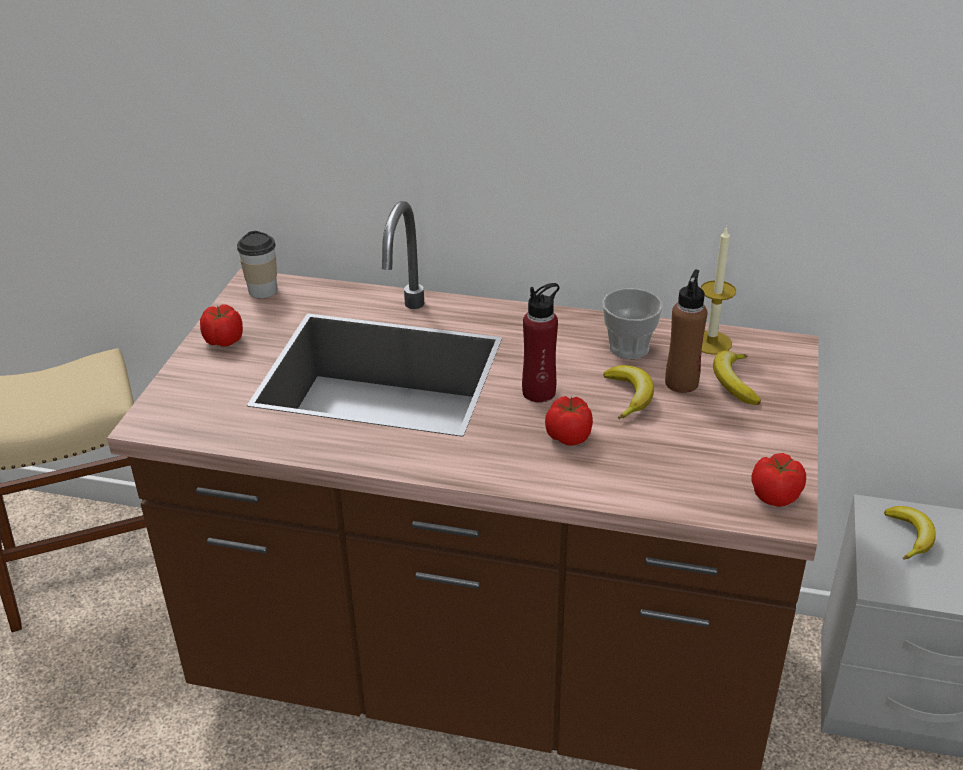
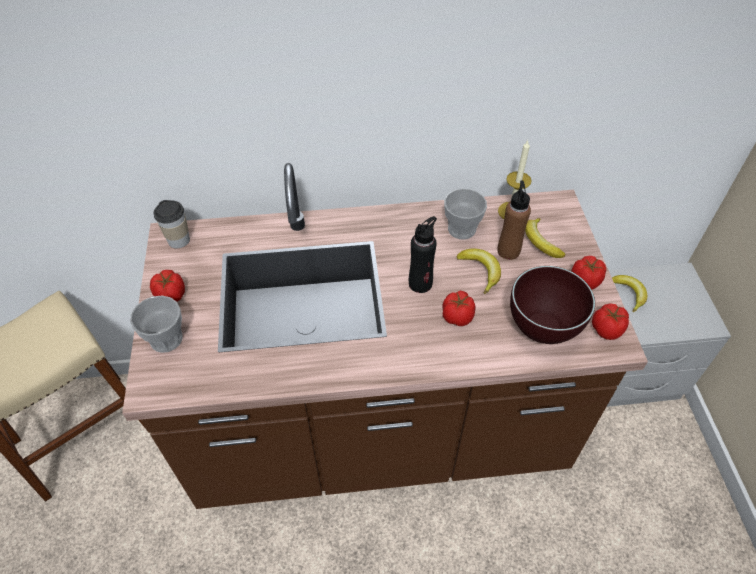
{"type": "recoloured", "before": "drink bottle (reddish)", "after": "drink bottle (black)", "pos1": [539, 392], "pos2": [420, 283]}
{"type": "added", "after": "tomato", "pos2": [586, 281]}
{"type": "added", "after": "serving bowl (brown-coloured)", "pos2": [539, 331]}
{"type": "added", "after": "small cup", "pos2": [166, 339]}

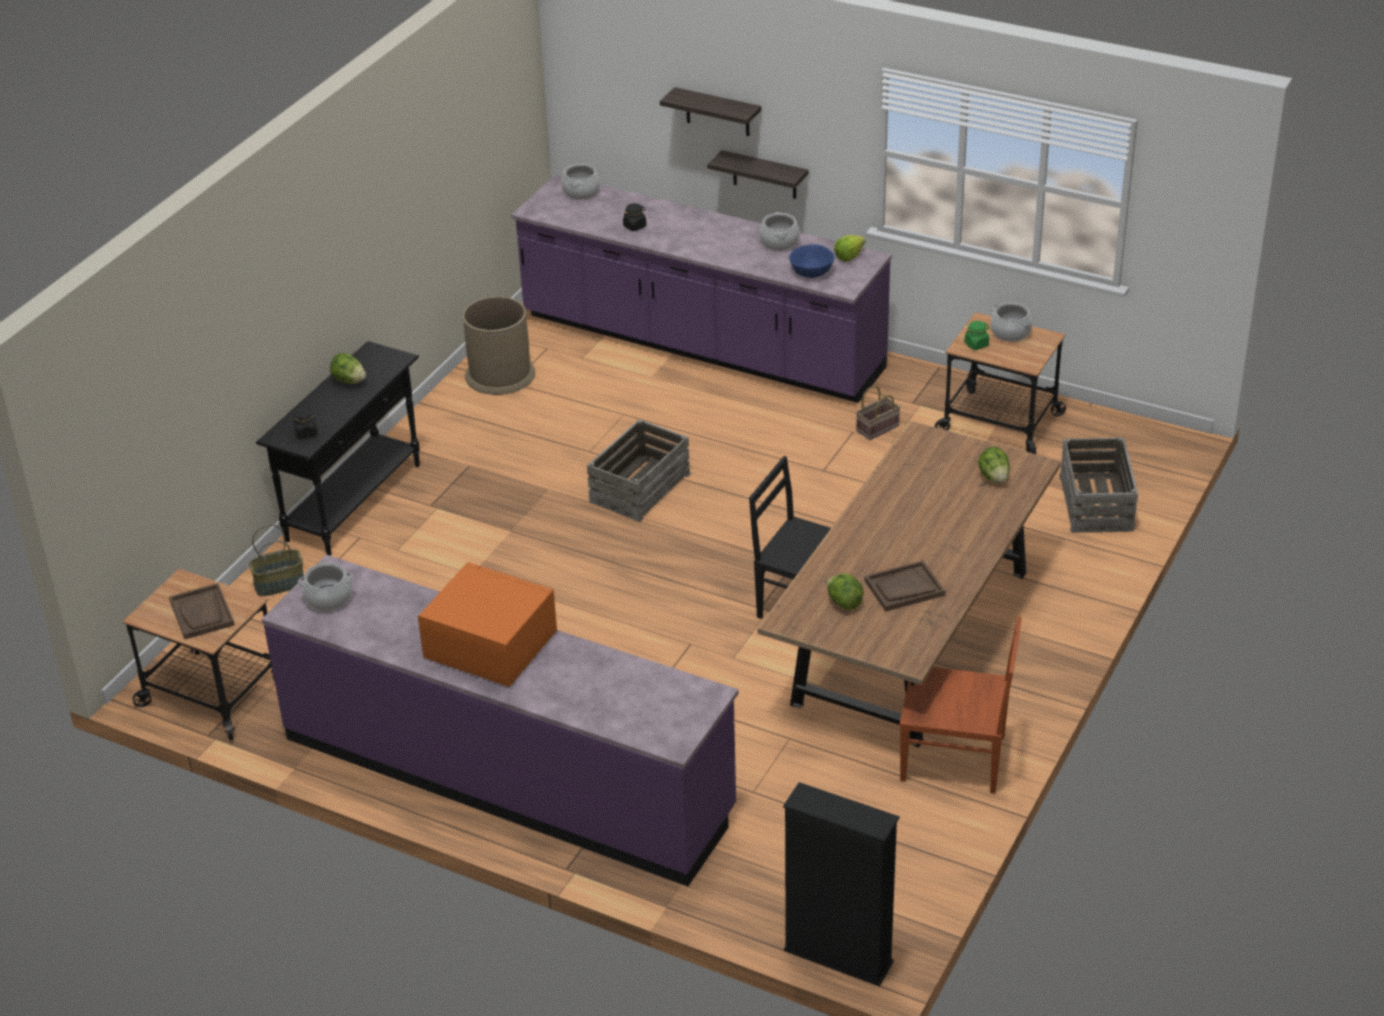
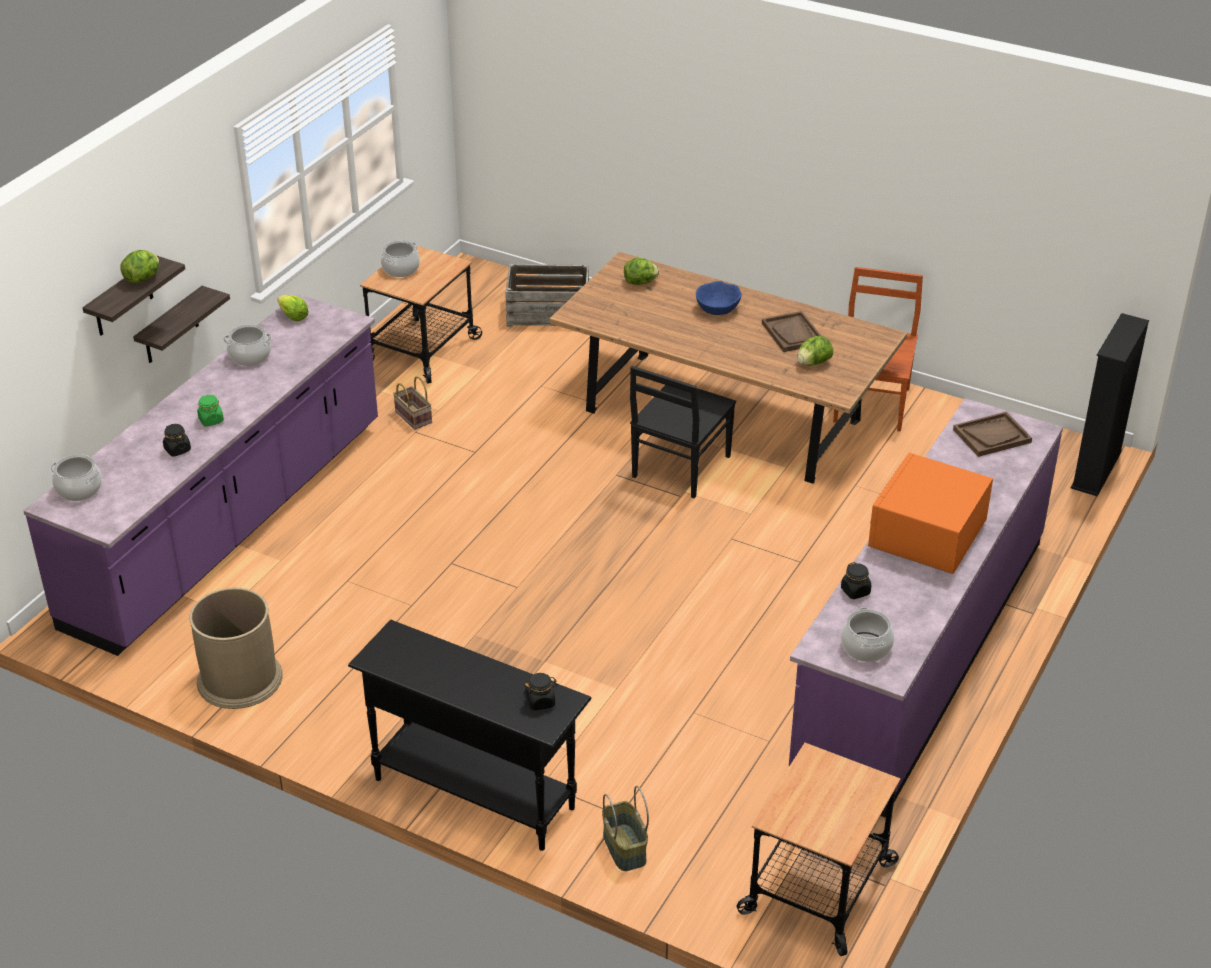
{"type": "moved", "before": "serving bowl (bluish)", "pos1": [811, 272], "pos2": [718, 309]}
{"type": "moved", "before": "storage jar (green)", "pos1": [976, 344], "pos2": [211, 420]}
{"type": "moved", "before": "lettuce head", "pos1": [349, 381], "pos2": [143, 278]}
{"type": "removed", "before": "crate", "pos1": [639, 487]}
{"type": "moved", "before": "carrying tray (brown-coloured)", "pos1": [202, 613], "pos2": [992, 436]}
{"type": "added", "after": "storage jar (black)", "pos2": [855, 591]}

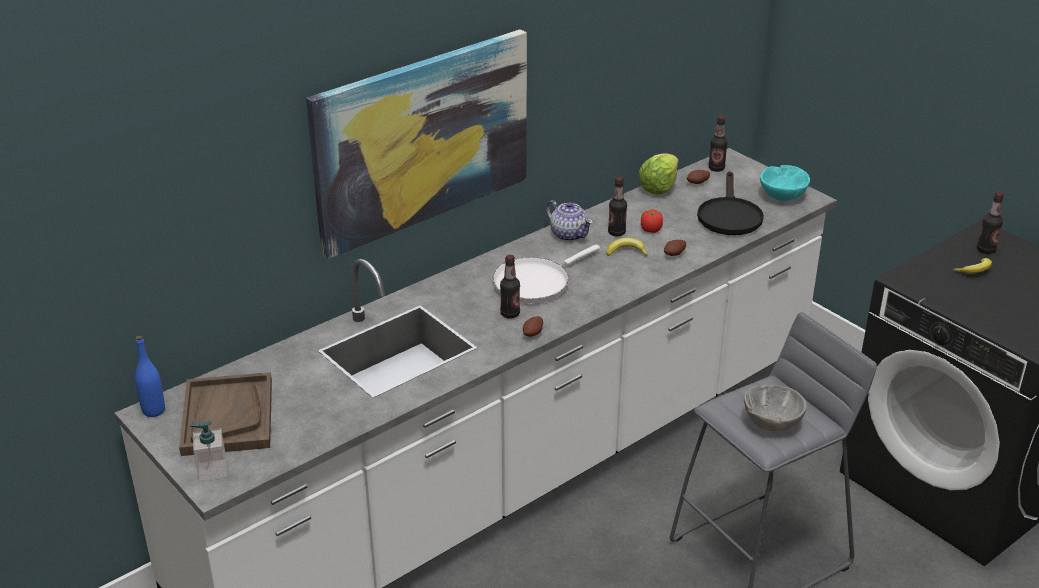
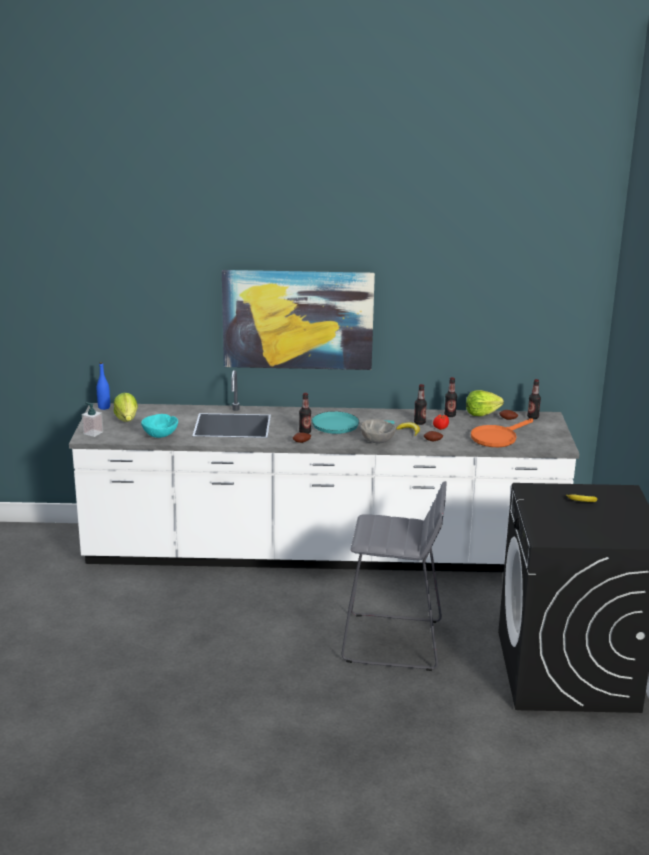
{"type": "moved", "before": "serving bowl (turquoise)", "pos1": [782, 196], "pos2": [160, 435]}
{"type": "recoloured", "before": "skillet (black)", "after": "skillet (orangey)", "pos1": [729, 215], "pos2": [497, 437]}
{"type": "moved", "before": "drink bottle", "pos1": [986, 250], "pos2": [450, 415]}
{"type": "removed", "before": "teapot", "pos1": [569, 234]}
{"type": "recoloured", "before": "skillet (white)", "after": "skillet (turquoise)", "pos1": [535, 282], "pos2": [339, 426]}
{"type": "replaced", "before": "carrying tray (brown-coloured)", "after": "lettuce head", "pos1": [227, 416], "pos2": [127, 419]}
{"type": "moved", "before": "serving bowl (grey)", "pos1": [771, 423], "pos2": [376, 441]}

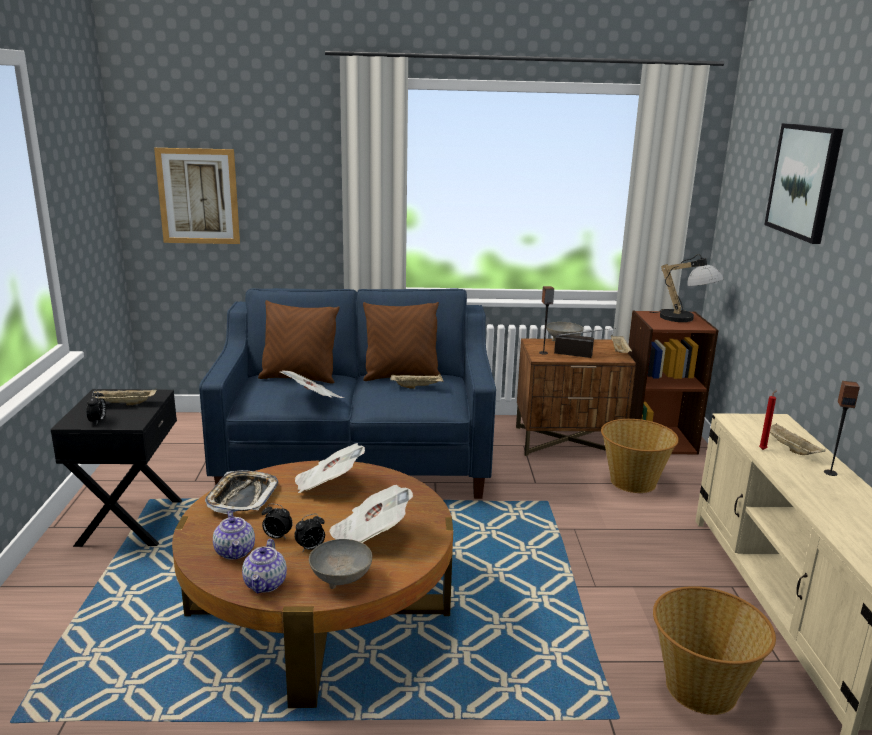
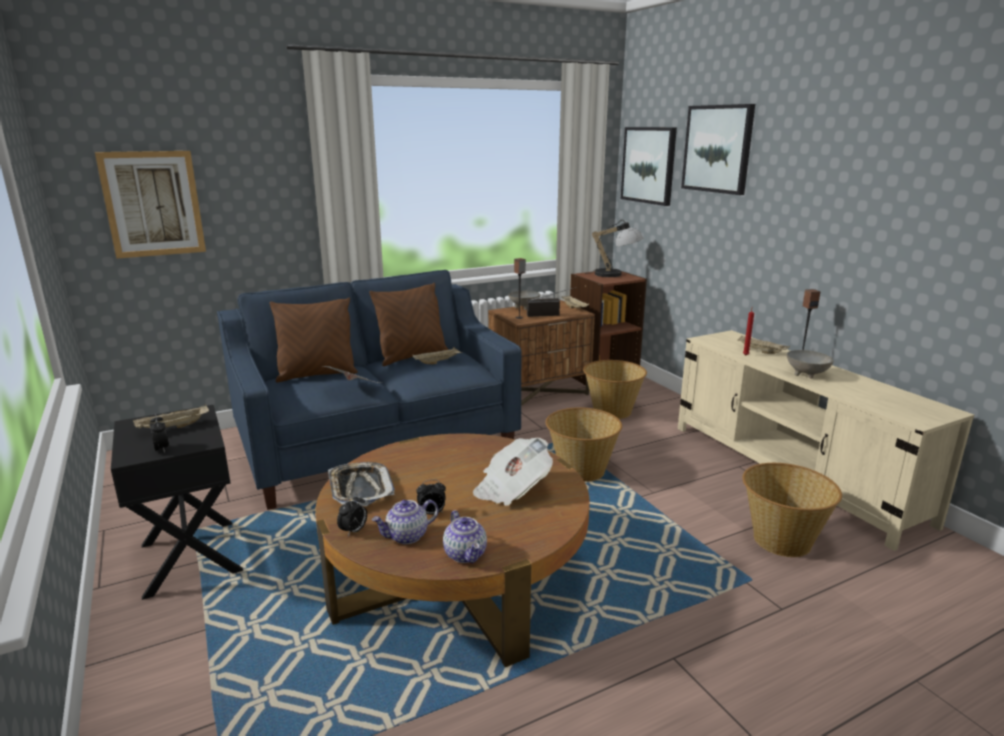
{"type": "removed", "before": "newspaper", "pos1": [328, 485]}
{"type": "turned", "before": "teapot", "pos1": [235, 552], "pos2": [407, 536], "turn": 105}
{"type": "moved", "before": "bedside clock", "pos1": [310, 548], "pos2": [354, 531]}
{"type": "moved", "before": "serving bowl (grey)", "pos1": [341, 580], "pos2": [807, 374]}
{"type": "added", "after": "wall art", "pos2": [649, 165]}
{"type": "added", "after": "household basket", "pos2": [581, 470]}

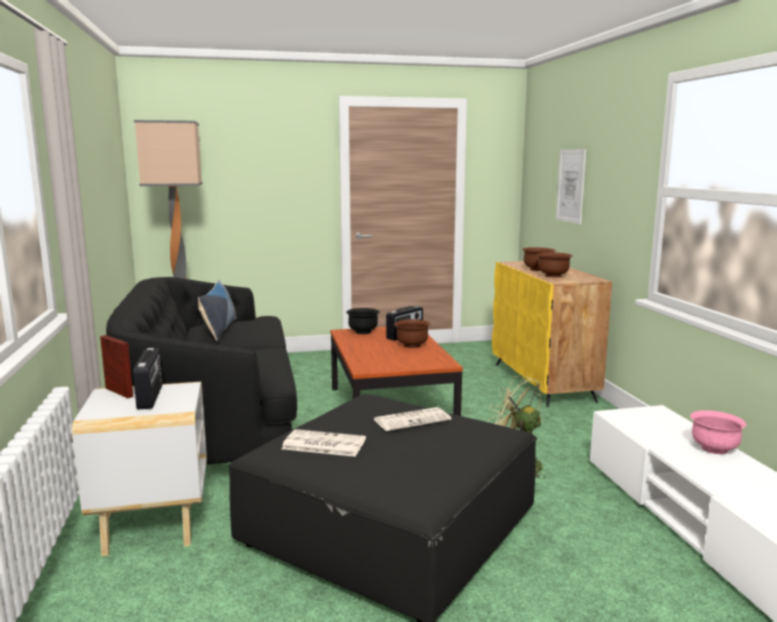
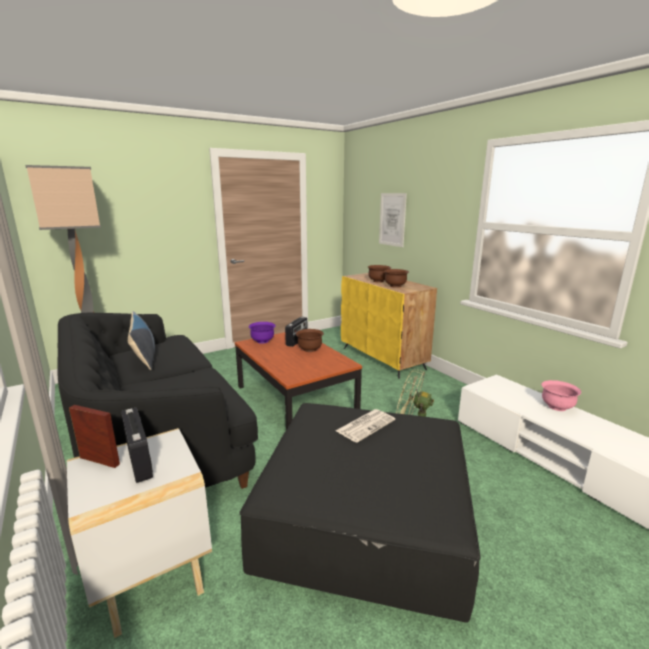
{"type": "recoloured", "before": "serving bowl (black)", "after": "serving bowl (purplish)", "pos1": [363, 332], "pos2": [262, 341]}
{"type": "removed", "before": "newspaper", "pos1": [322, 444]}

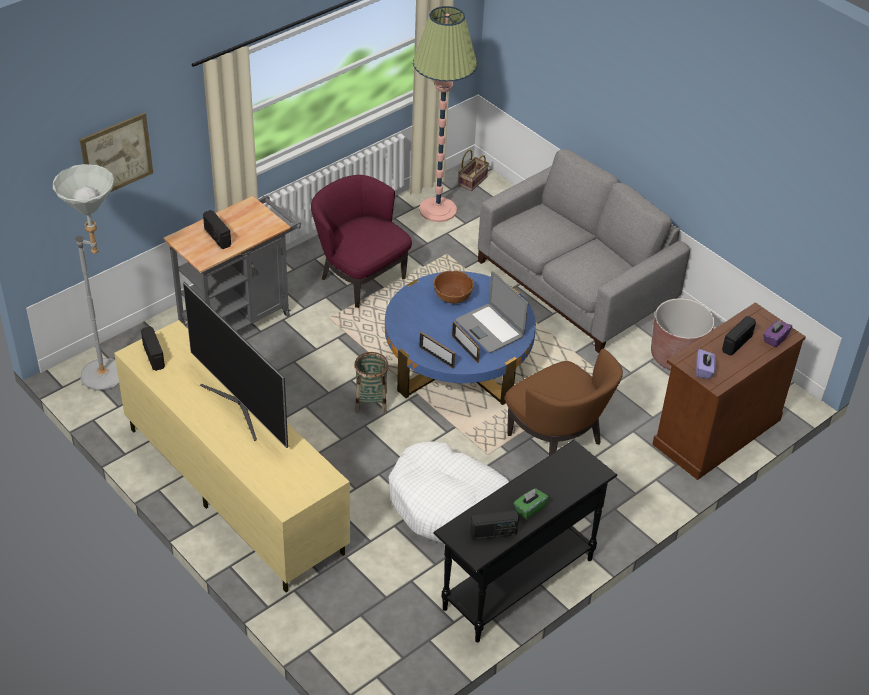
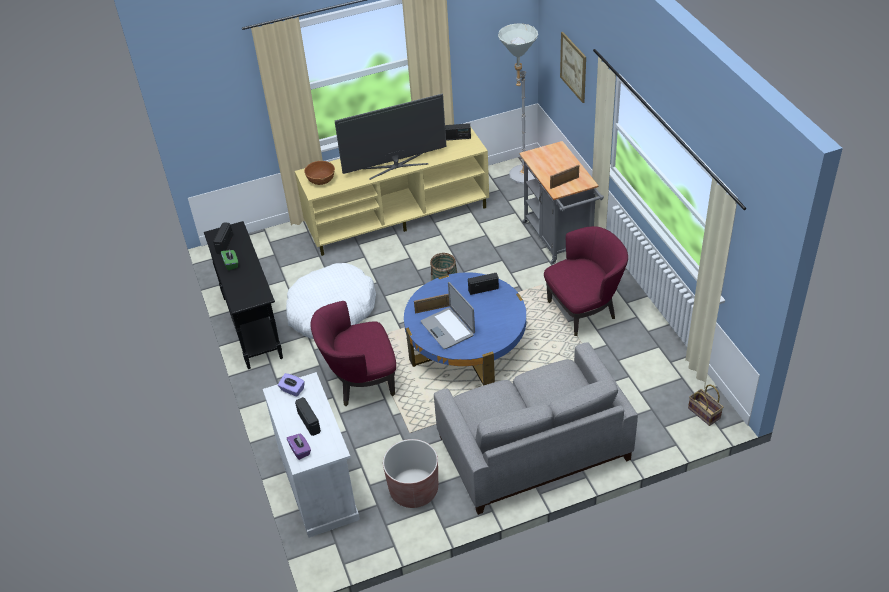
{"type": "removed", "before": "standard lamp", "pos1": [437, 210]}
{"type": "moved", "before": "radio", "pos1": [217, 237], "pos2": [483, 289]}
{"type": "moved", "before": "serving bowl (brown-coloured)", "pos1": [452, 297], "pos2": [321, 180]}
{"type": "turned", "before": "laptop", "pos1": [490, 328], "pos2": [448, 328], "turn": -105}
{"type": "recoloured", "before": "cupboard (brown-coloured)", "after": "cupboard (white)", "pos1": [716, 431], "pos2": [319, 485]}
{"type": "moved", "before": "standing frame", "pos1": [436, 357], "pos2": [564, 183]}
{"type": "recoloured", "before": "lounge chair (brown-coloured)", "after": "lounge chair (purplish)", "pos1": [557, 440], "pos2": [360, 382]}

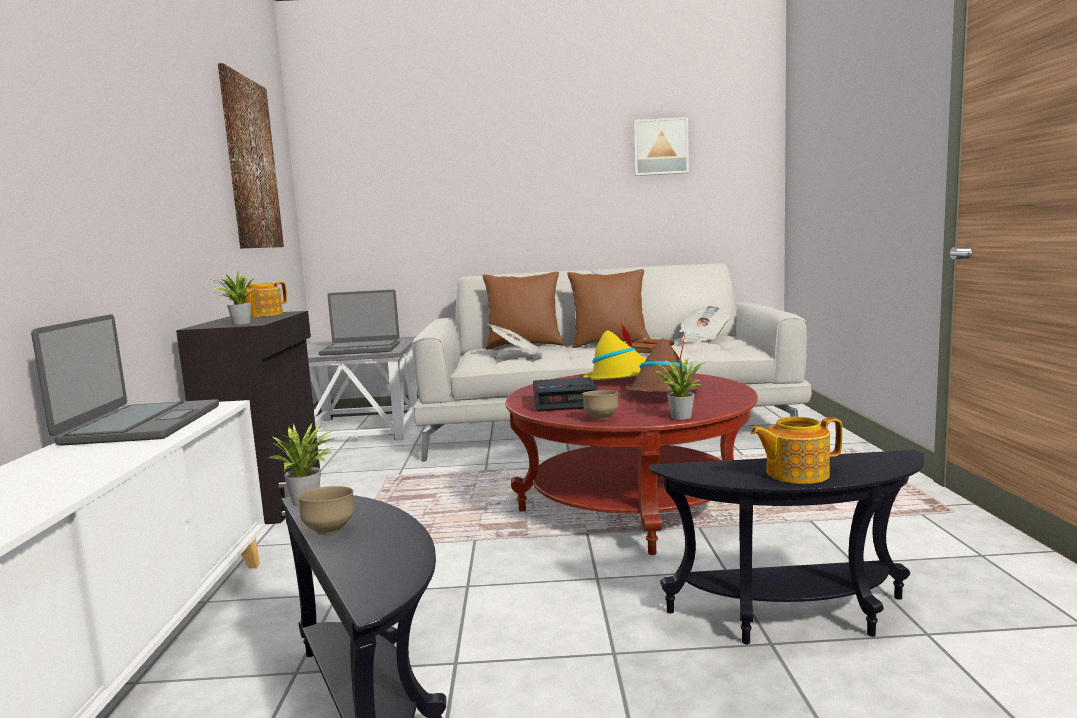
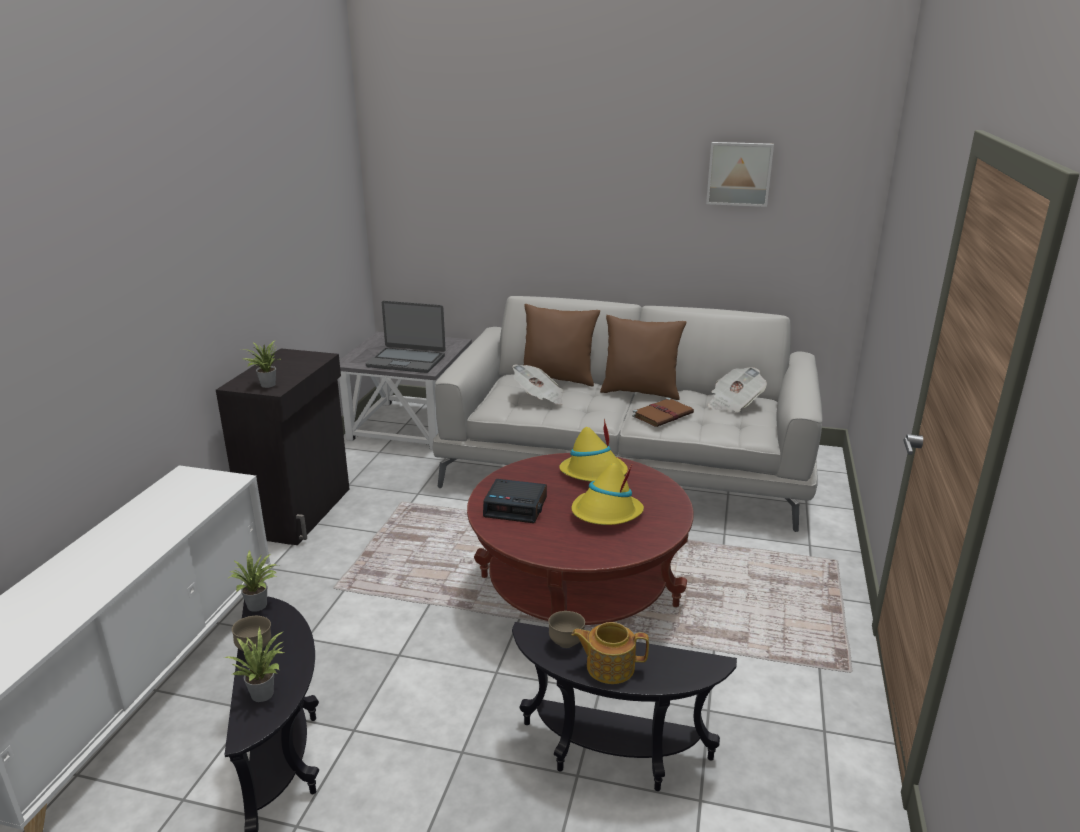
{"type": "removed", "before": "wall art", "pos1": [250, 164]}
{"type": "removed", "before": "teapot", "pos1": [263, 315]}
{"type": "removed", "before": "laptop", "pos1": [141, 425]}
{"type": "recoloured", "before": "clothing hat (brown-coloured)", "after": "clothing hat (yellow)", "pos1": [663, 394], "pos2": [606, 513]}
{"type": "moved", "before": "potted plant", "pos1": [680, 416], "pos2": [264, 692]}
{"type": "moved", "before": "serving bowl (brown-coloured)", "pos1": [601, 419], "pos2": [566, 643]}

